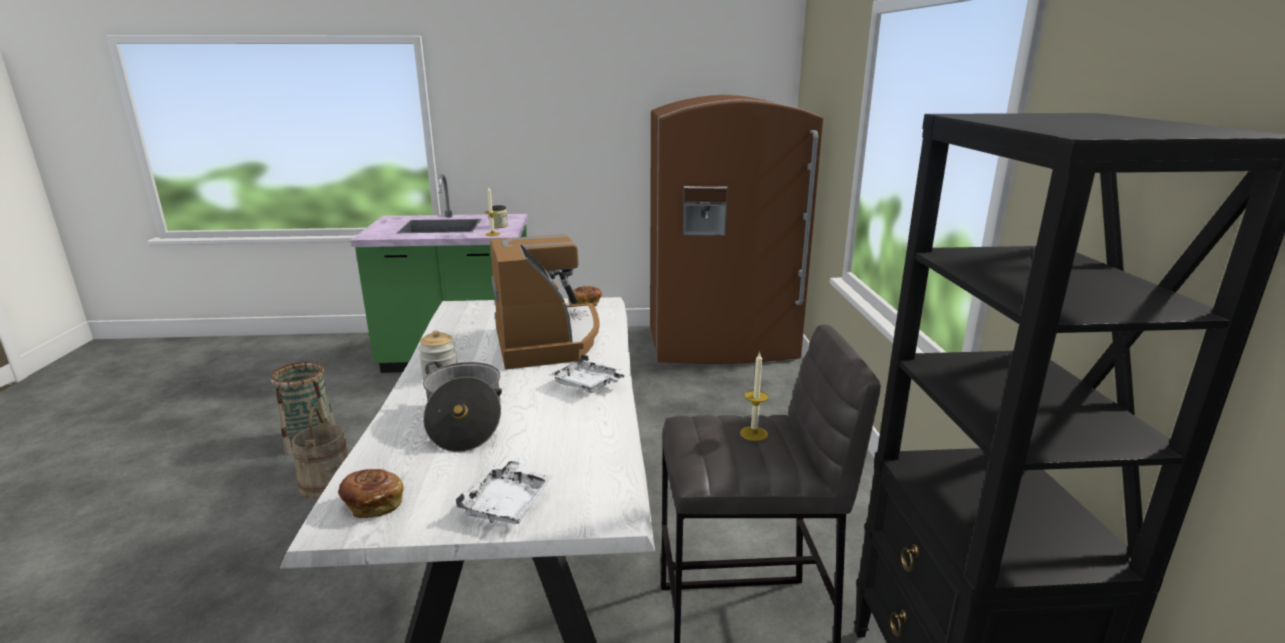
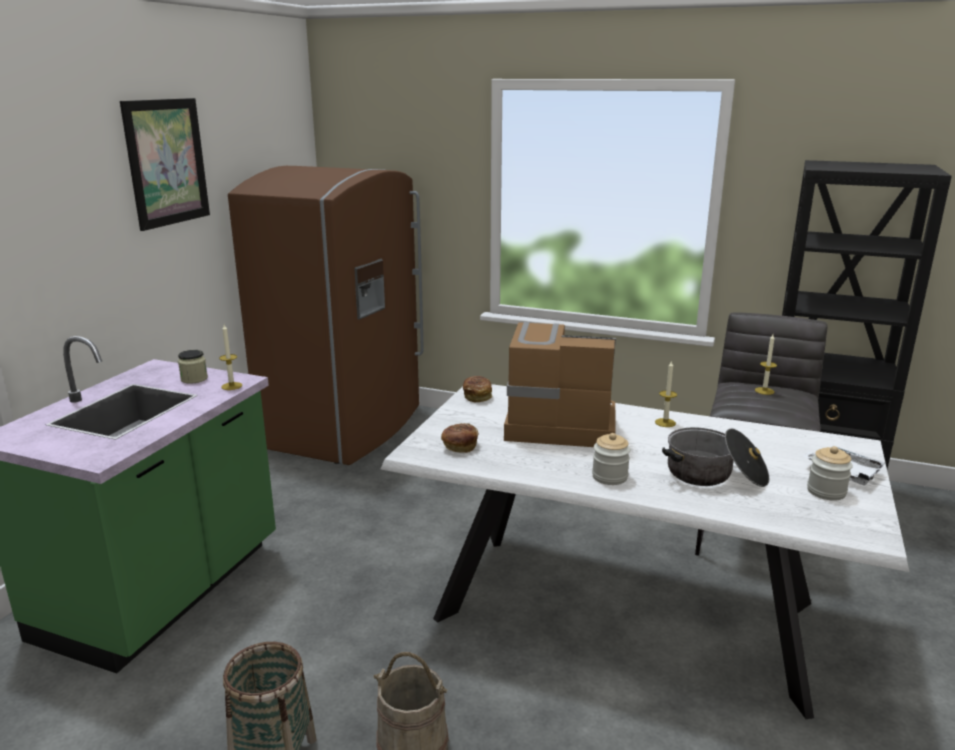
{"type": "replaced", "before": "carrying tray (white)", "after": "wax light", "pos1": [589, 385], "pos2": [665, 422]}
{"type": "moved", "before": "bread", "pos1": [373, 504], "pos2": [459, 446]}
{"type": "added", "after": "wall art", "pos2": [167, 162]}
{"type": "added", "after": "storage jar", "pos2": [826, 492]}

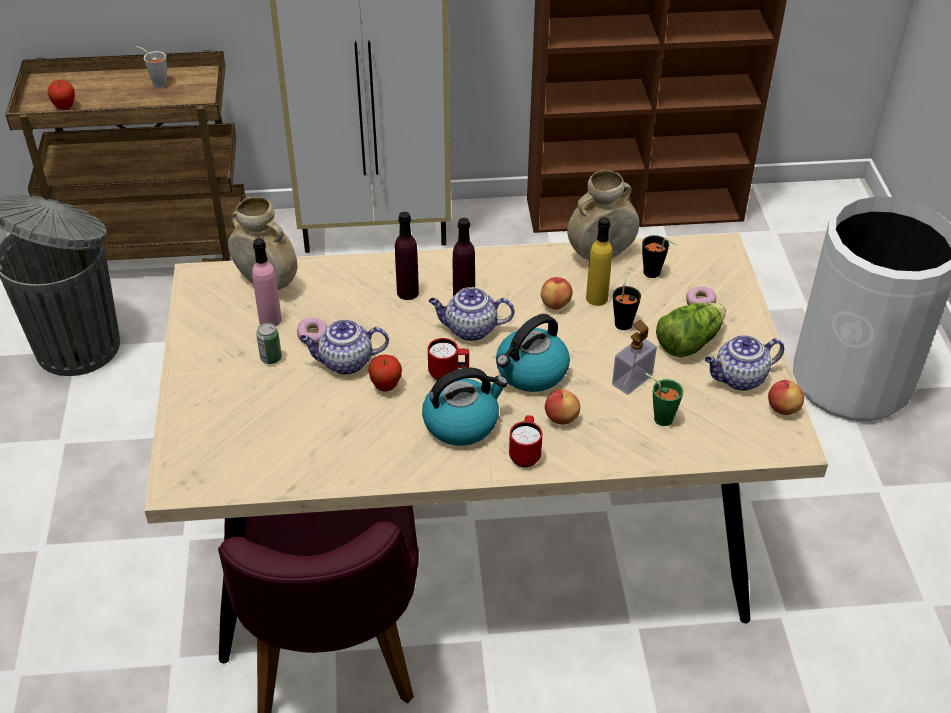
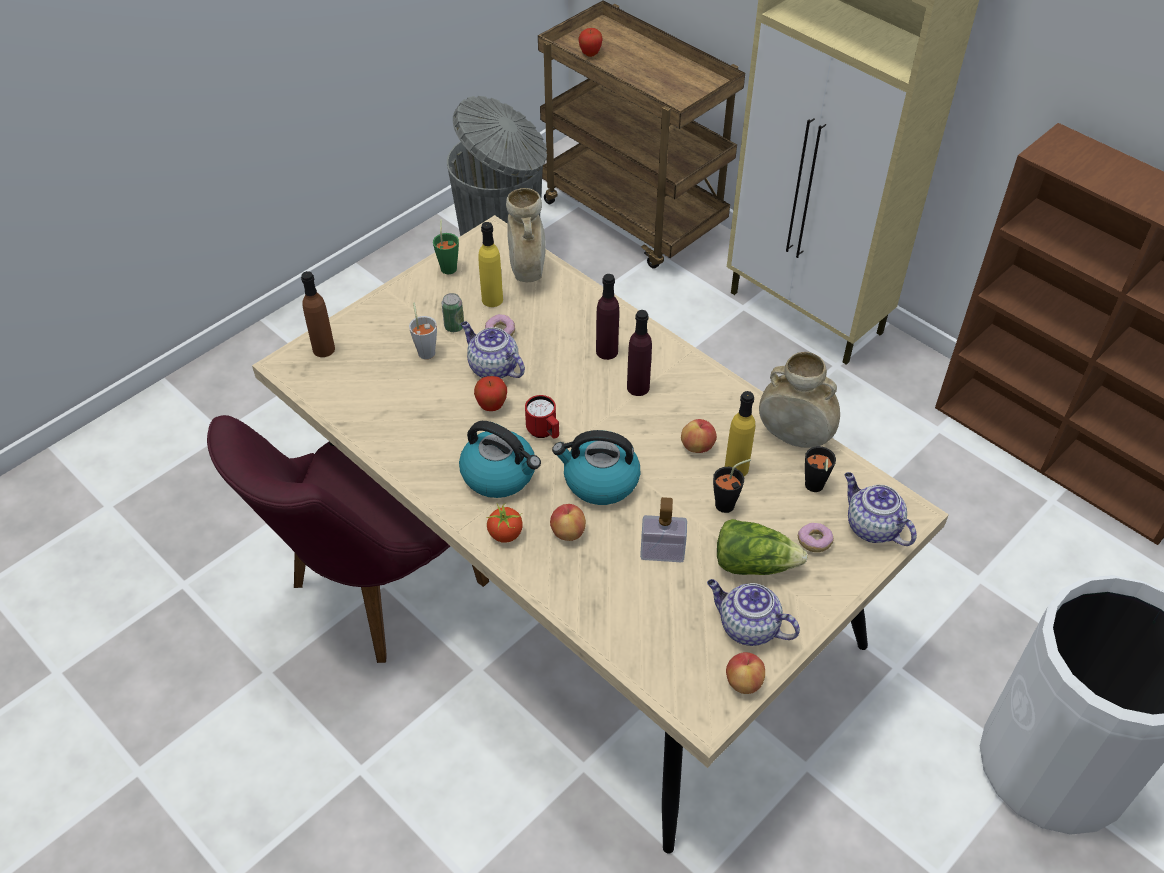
{"type": "moved", "before": "small cup (grey)", "pos1": [157, 83], "pos2": [426, 350]}
{"type": "recoloured", "before": "drink bottle (pinkish)", "after": "drink bottle (yellow)", "pos1": [270, 320], "pos2": [492, 299]}
{"type": "moved", "before": "teapot", "pos1": [470, 329], "pos2": [871, 527]}
{"type": "moved", "before": "small cup (green)", "pos1": [659, 417], "pos2": [449, 266]}
{"type": "replaced", "before": "tea mug (reddish)", "after": "tomato", "pos1": [525, 453], "pos2": [505, 534]}
{"type": "added", "after": "drink bottle (brown-coloured)", "pos2": [324, 349]}

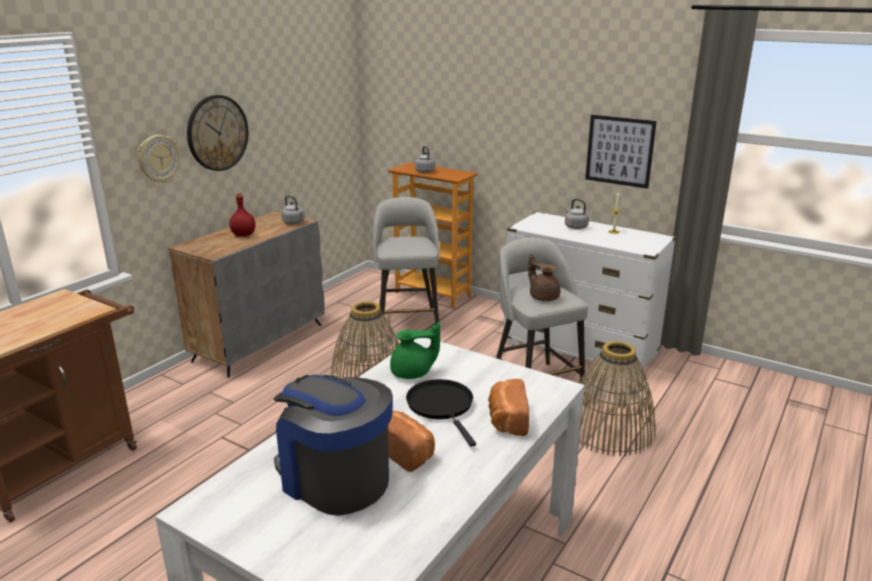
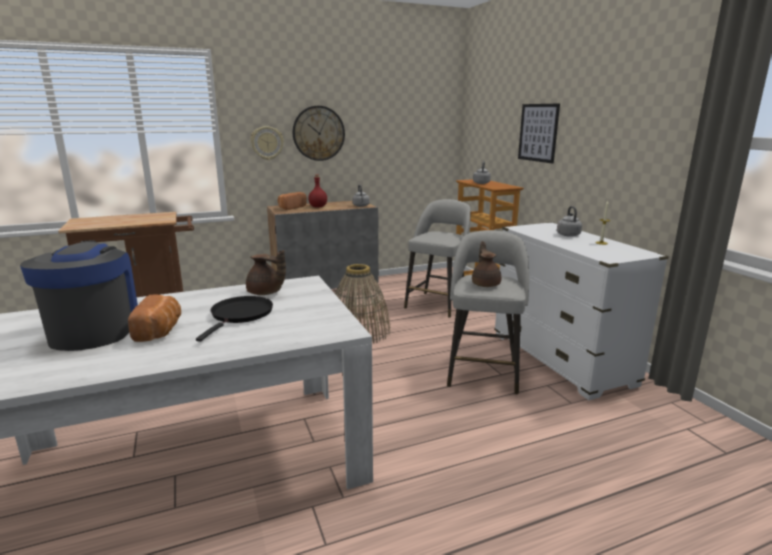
{"type": "moved", "before": "wall art", "pos1": [619, 151], "pos2": [538, 132]}
{"type": "recoloured", "before": "teapot (green)", "after": "teapot (brown-coloured)", "pos1": [413, 373], "pos2": [266, 293]}
{"type": "removed", "before": "household basket", "pos1": [609, 429]}
{"type": "moved", "before": "bread", "pos1": [506, 420], "pos2": [291, 207]}

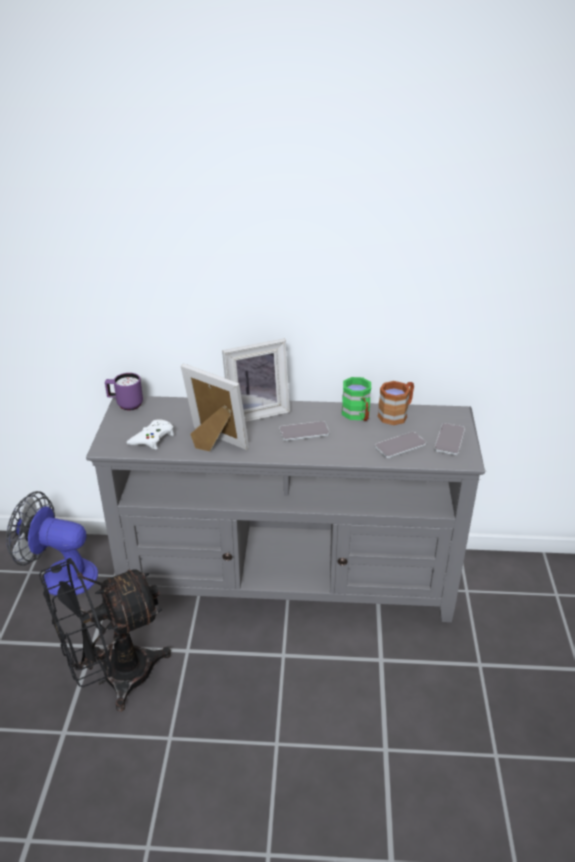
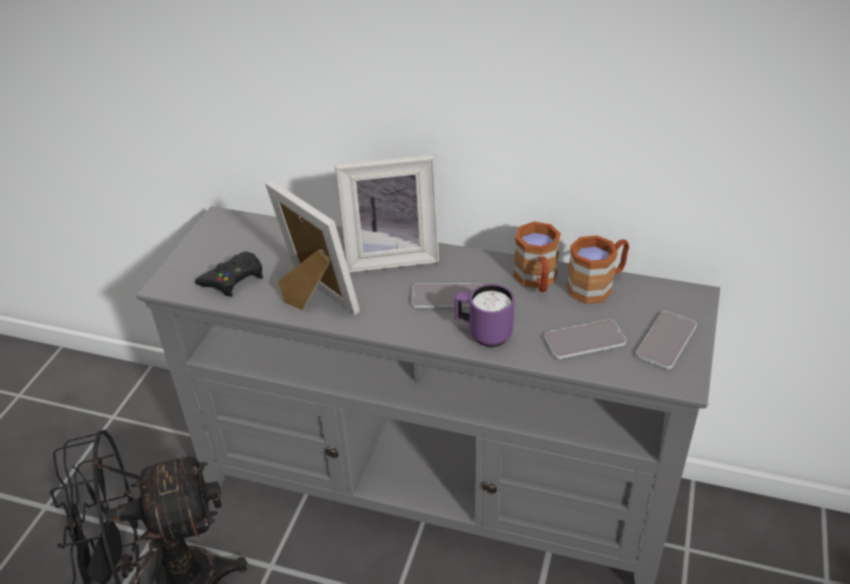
{"type": "moved", "before": "tea mug (purplish)", "pos1": [126, 404], "pos2": [483, 334]}
{"type": "recoloured", "before": "tea mug (green)", "after": "tea mug (brown-coloured)", "pos1": [358, 415], "pos2": [537, 281]}
{"type": "recoloured", "before": "gamepad (white)", "after": "gamepad (black)", "pos1": [152, 438], "pos2": [233, 279]}
{"type": "removed", "before": "electric fan", "pos1": [60, 575]}

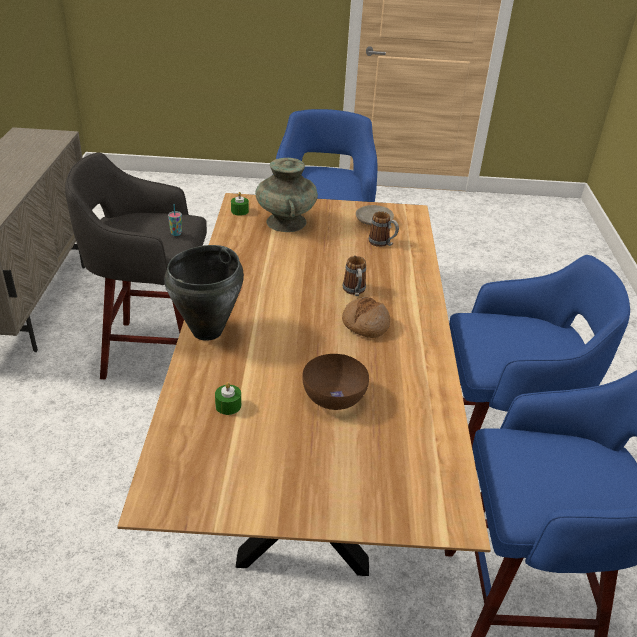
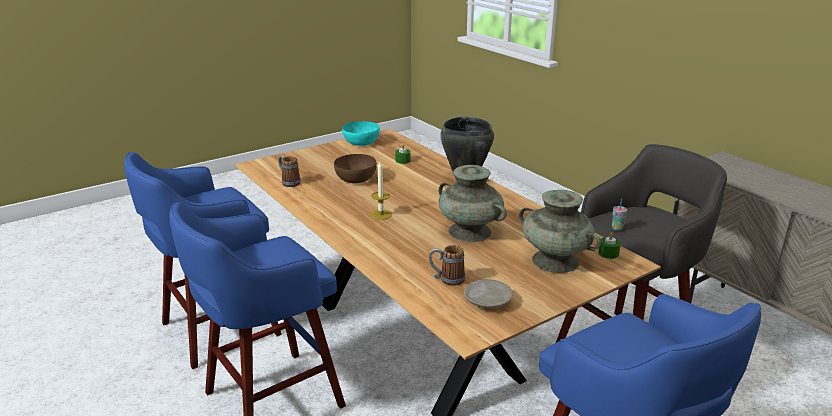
{"type": "moved", "before": "tea mug", "pos1": [354, 292], "pos2": [288, 182]}
{"type": "replaced", "before": "bread", "after": "wax light", "pos1": [365, 324], "pos2": [381, 214]}
{"type": "added", "after": "serving bowl (turquoise)", "pos2": [361, 143]}
{"type": "added", "after": "flower vase (turquoise)", "pos2": [470, 232]}

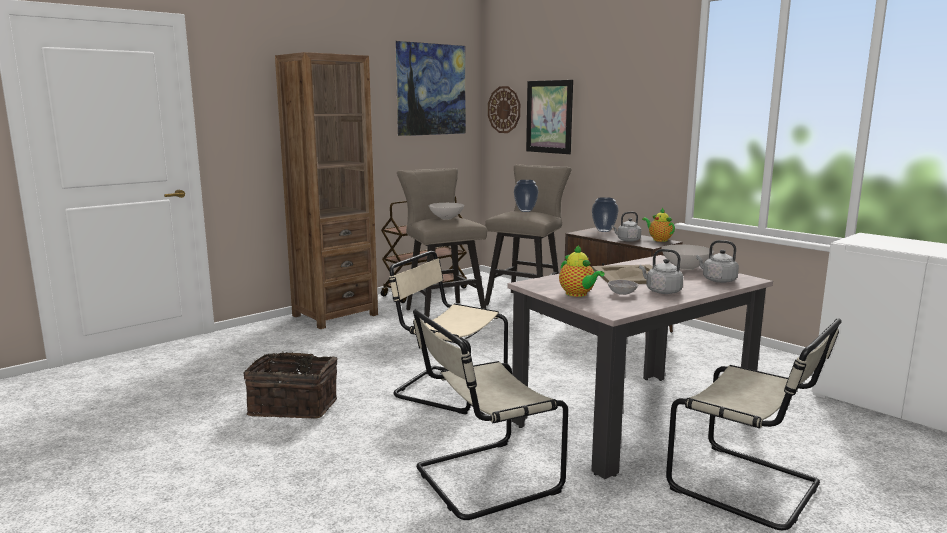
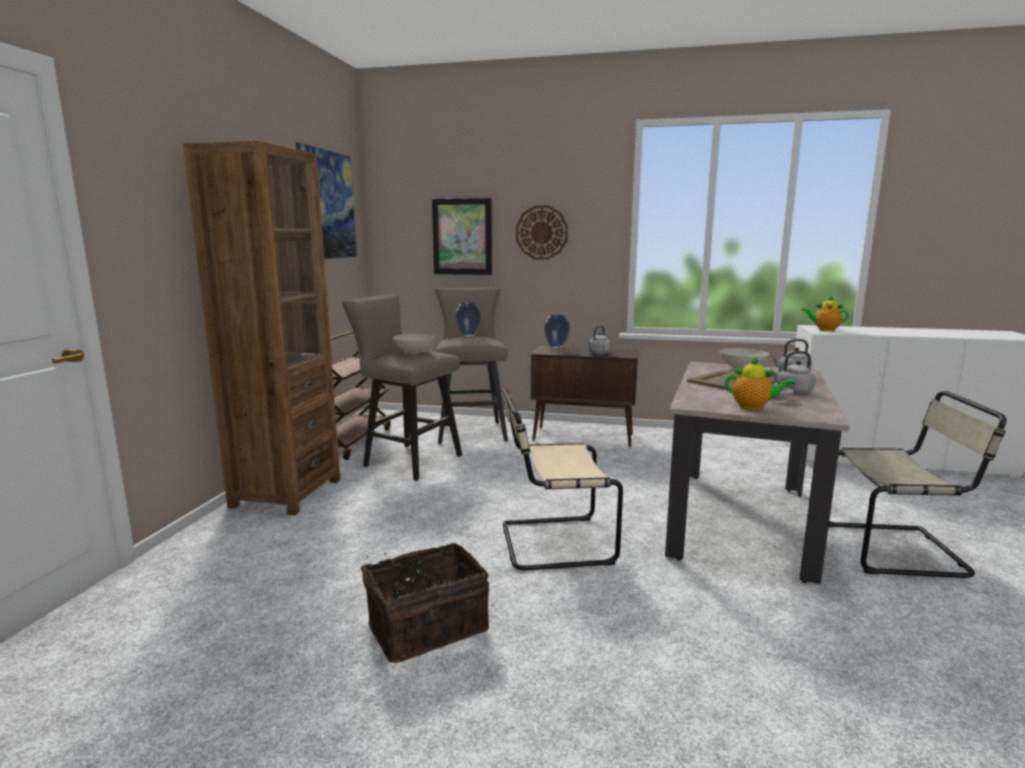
{"type": "moved", "before": "clock on the wall", "pos1": [504, 109], "pos2": [541, 232]}
{"type": "moved", "before": "teapot", "pos1": [659, 240], "pos2": [824, 329]}
{"type": "removed", "before": "chair (sand-coloured)", "pos1": [482, 480]}

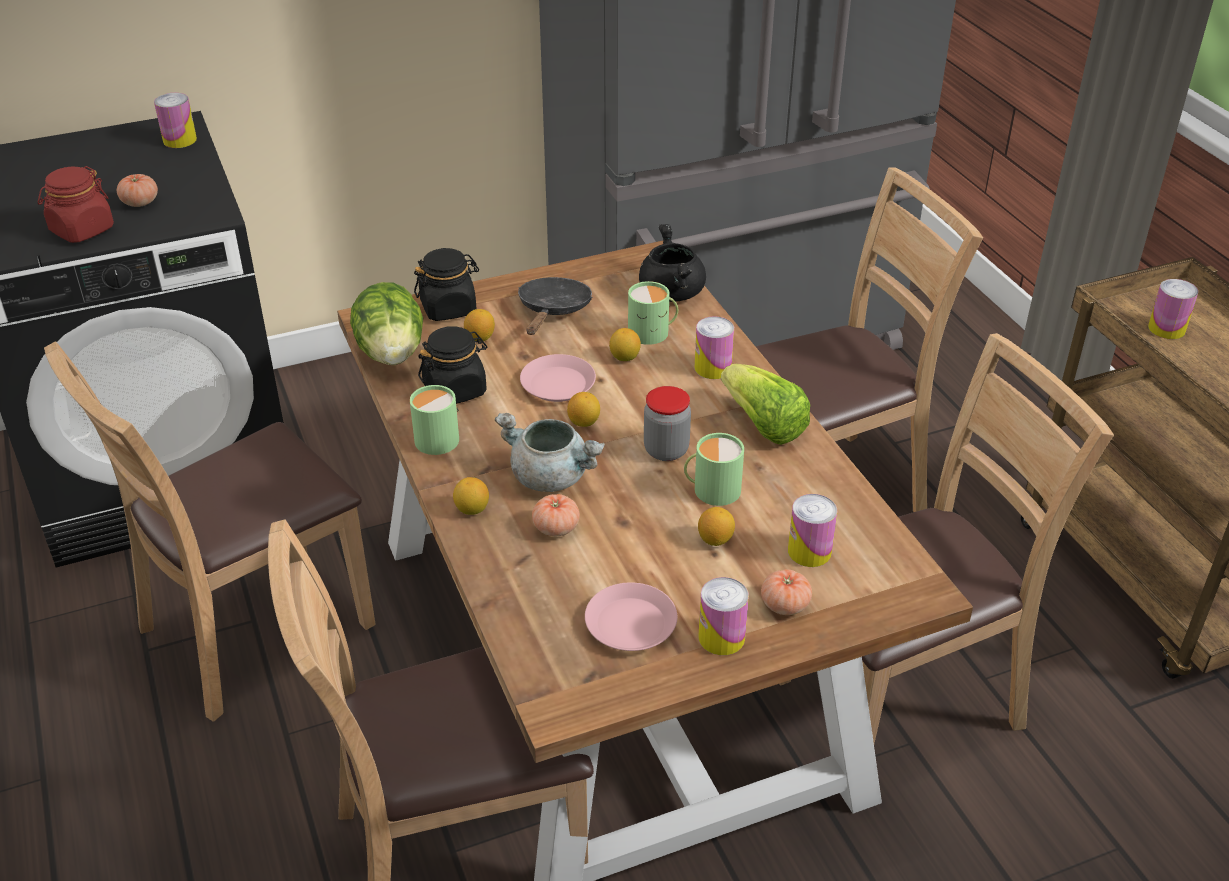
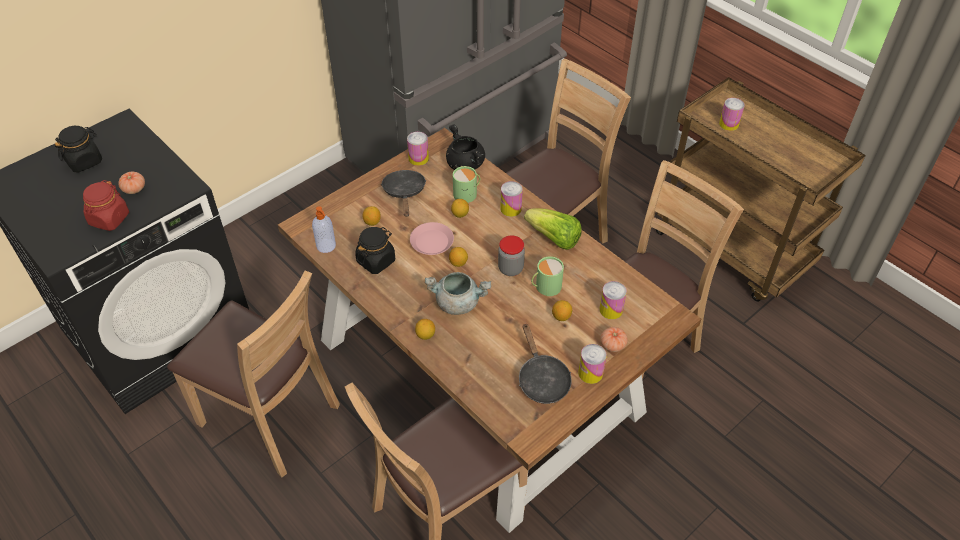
{"type": "moved", "before": "can", "pos1": [180, 140], "pos2": [418, 158]}
{"type": "moved", "before": "storage jar (black)", "pos1": [449, 308], "pos2": [84, 161]}
{"type": "replaced", "before": "lettuce head", "after": "soap dispenser", "pos1": [391, 354], "pos2": [326, 246]}
{"type": "turned", "before": "chair (brown-coloured)", "pos1": [255, 630], "pos2": [269, 417], "turn": -90}
{"type": "removed", "before": "tea mug (green)", "pos1": [434, 437]}
{"type": "removed", "before": "tomato", "pos1": [556, 527]}
{"type": "replaced", "before": "plate (pinkish)", "after": "skillet (black)", "pos1": [630, 624], "pos2": [542, 379]}

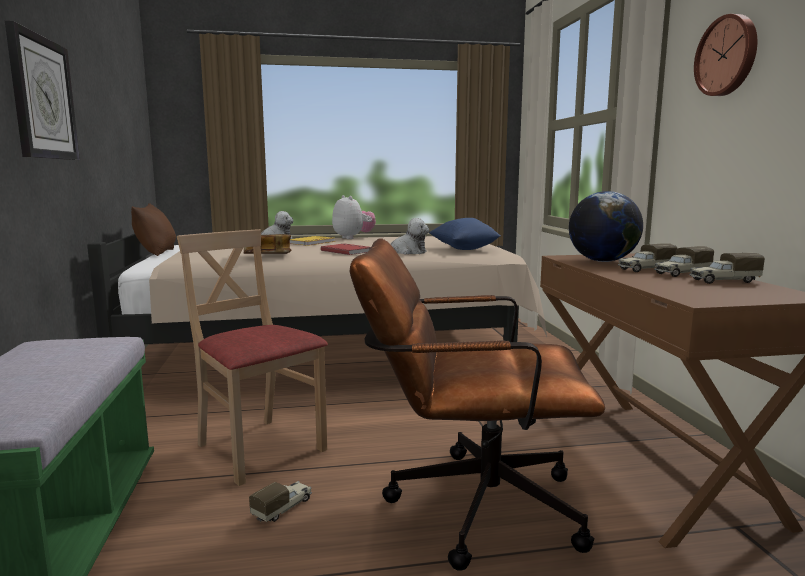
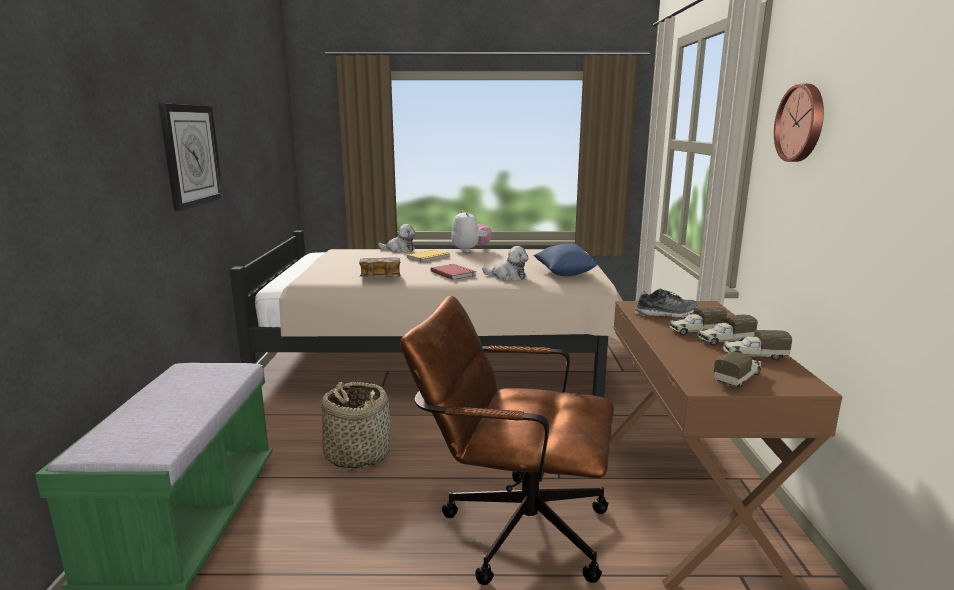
{"type": "replaced", "before": "world globe", "after": "low shoe", "pos1": [602, 261], "pos2": [665, 314]}
{"type": "removed", "before": "cushion (brown-coloured)", "pos1": [156, 253]}
{"type": "replaced", "before": "chair (sand-coloured)", "after": "household basket", "pos1": [259, 448], "pos2": [357, 454]}
{"type": "moved", "before": "toy lorry", "pos1": [283, 508], "pos2": [737, 378]}

